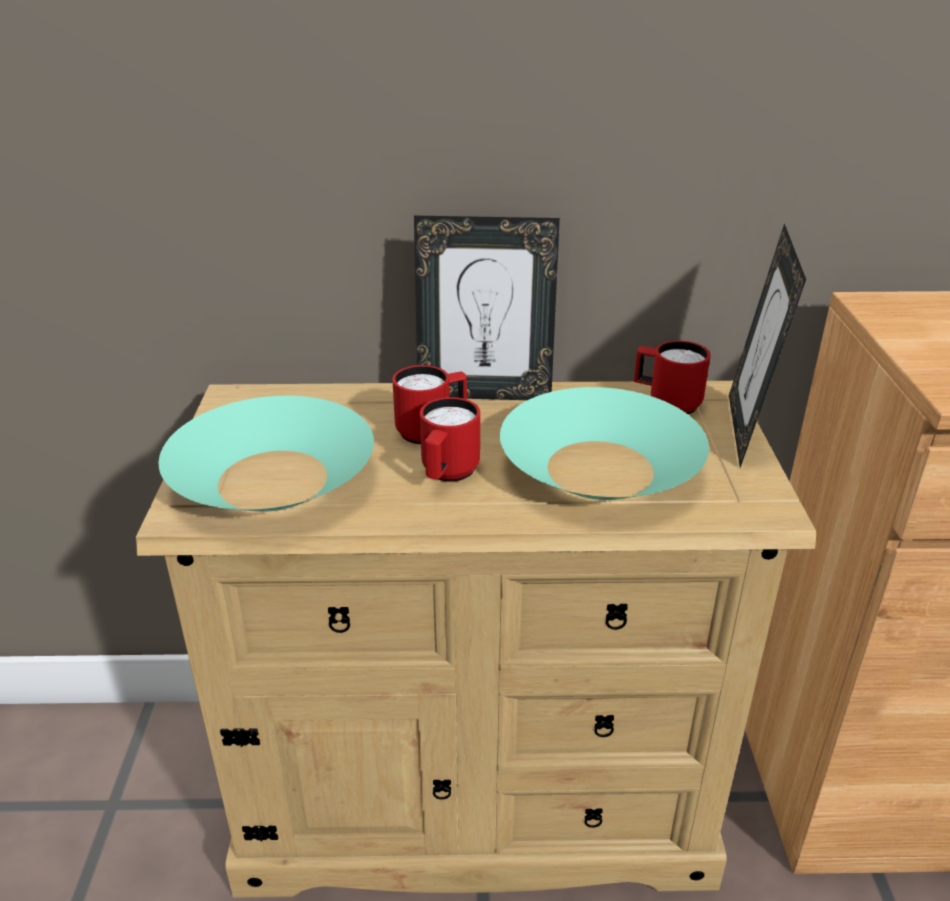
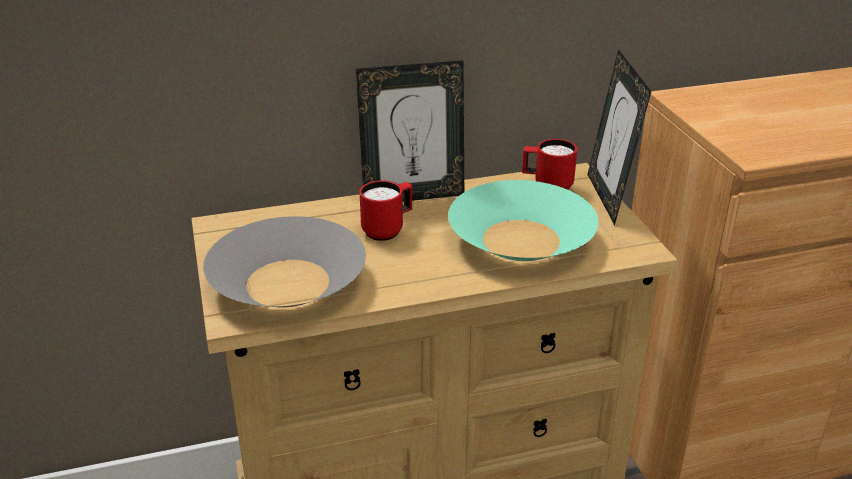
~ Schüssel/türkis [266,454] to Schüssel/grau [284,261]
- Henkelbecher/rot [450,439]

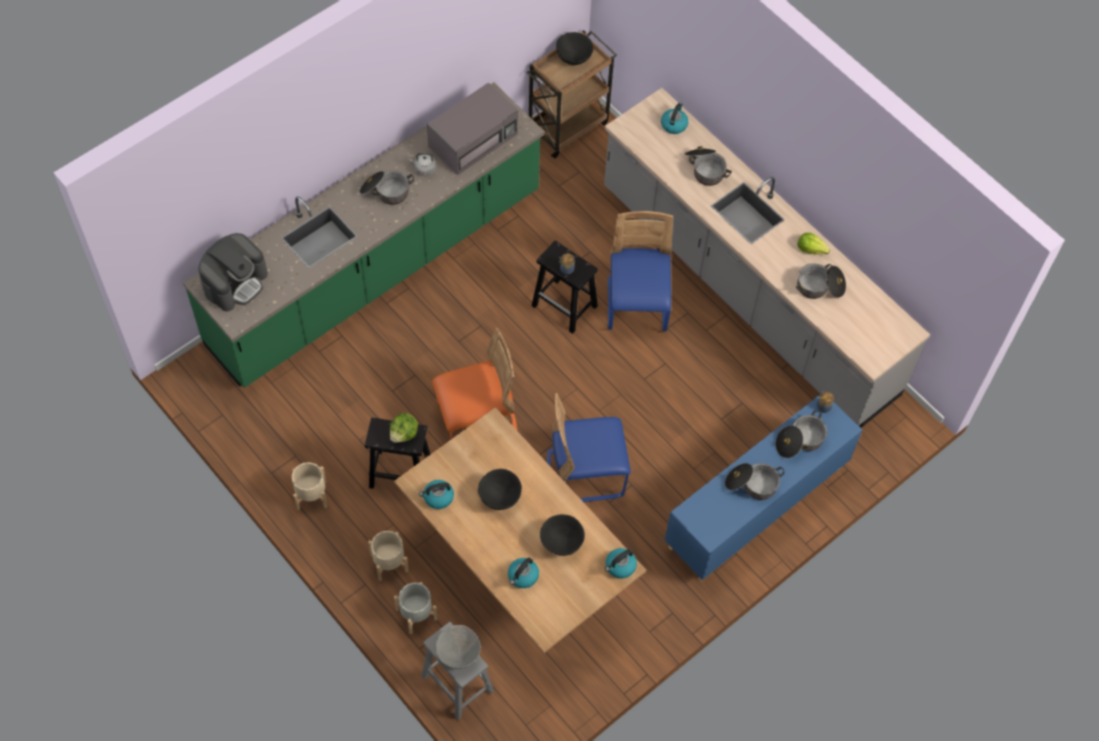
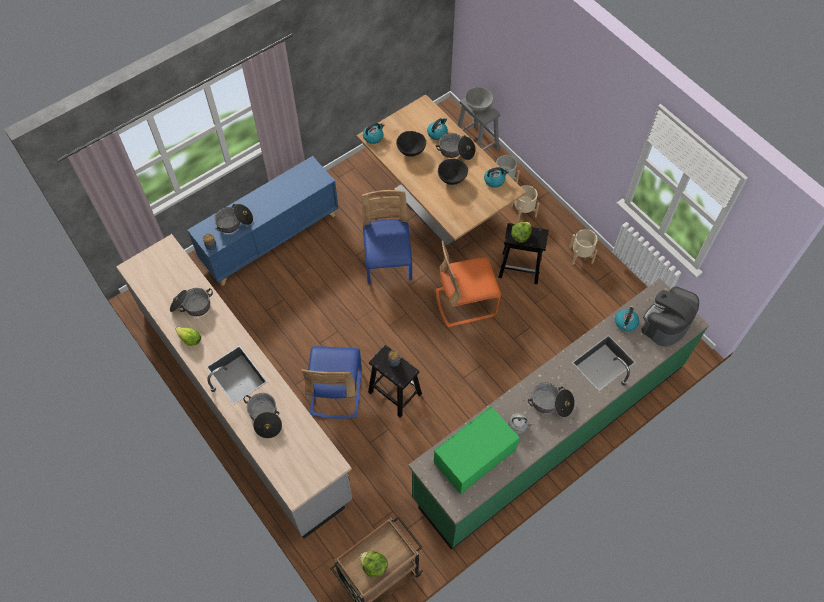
~ Schüssel/schwarz [574,48] to Salatkopf [373,564]
~ Mikrowelle/grau [472,128] to Mikrowelle/grün [477,450]
~ Wasserkessel [674,118] to [627,319]
~ Stuhl/blau [589,447] = [387,237] 90 degrees counterclockwise
~ Kochtopf [755,481] to [456,146]

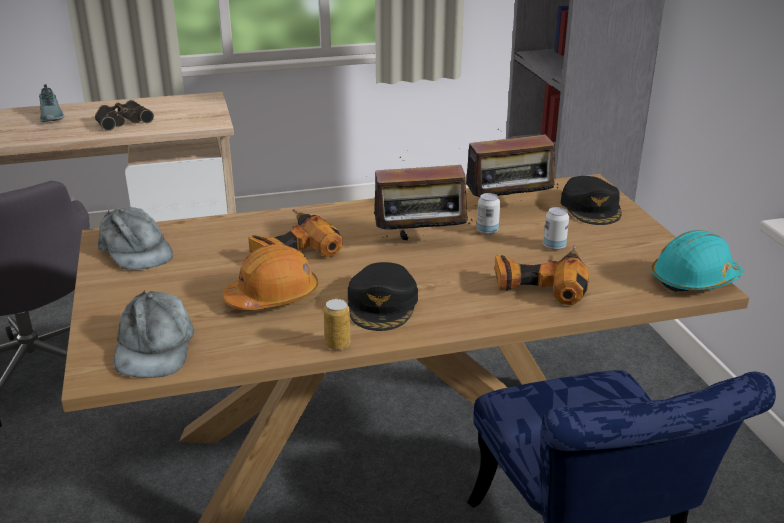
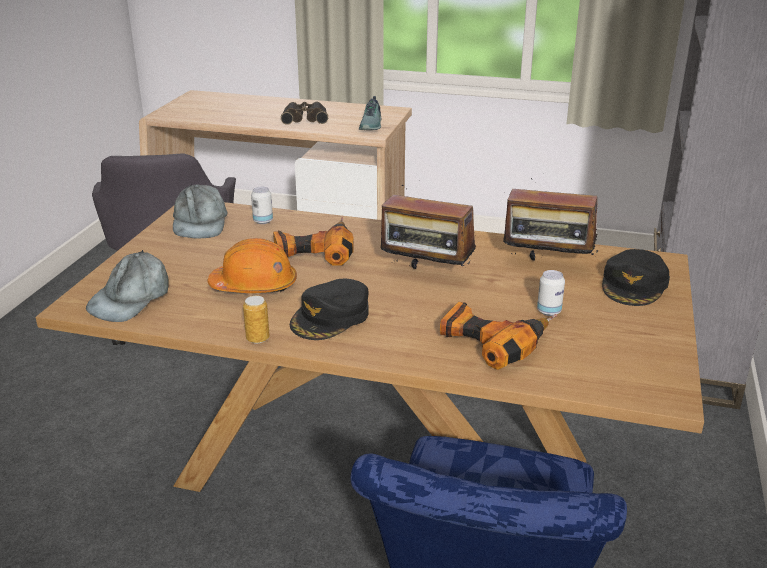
~ Schuh [52,103] to [370,113]
~ Dose [488,214] to [262,205]
- Schutzhelm/türkis [697,261]

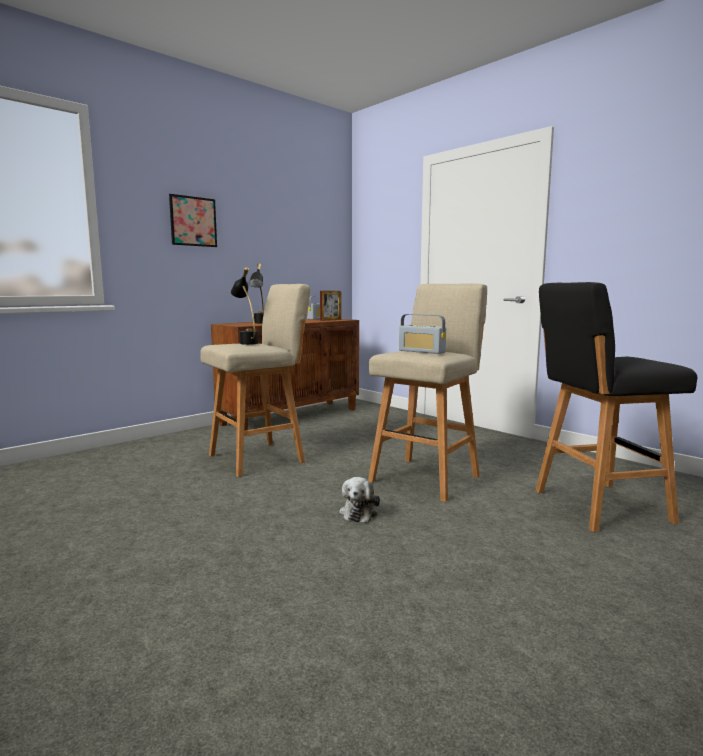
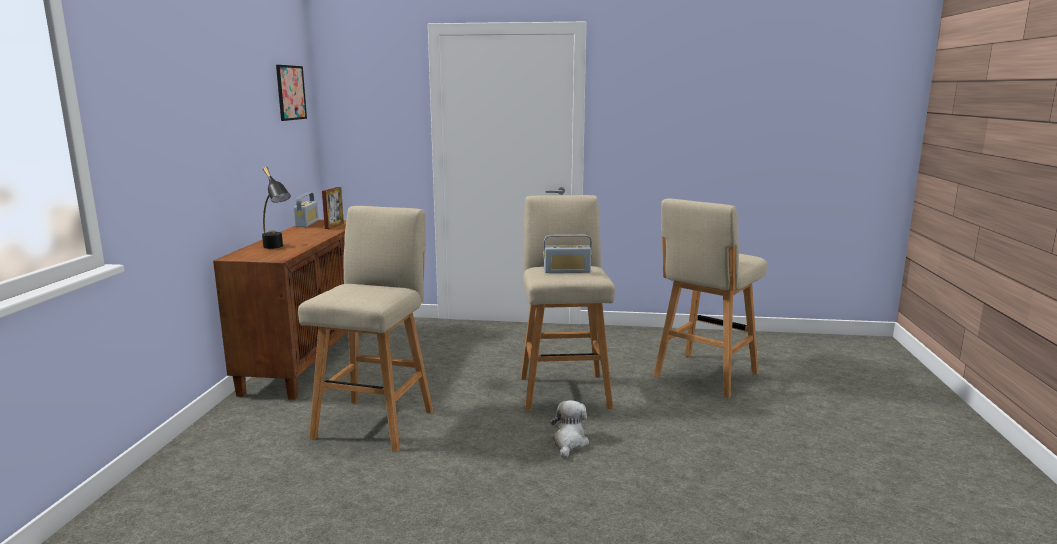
~ Bild [193,220] to [291,93]
- Tischlampe/schwarz [244,306]
~ Hocker/schwarz [616,407] to Hocker/beige [710,298]
~ Plüschtier [359,500] = [569,429] 135 degrees counterclockwise

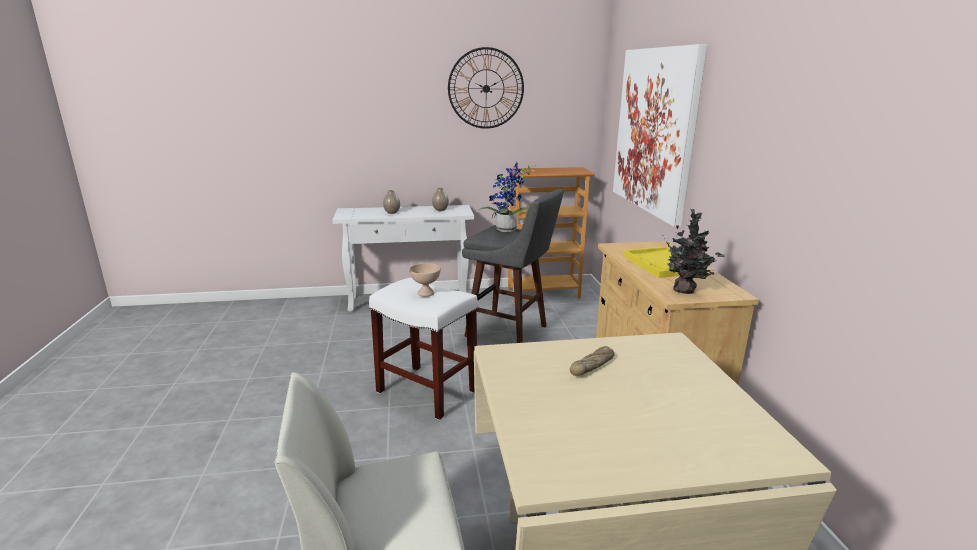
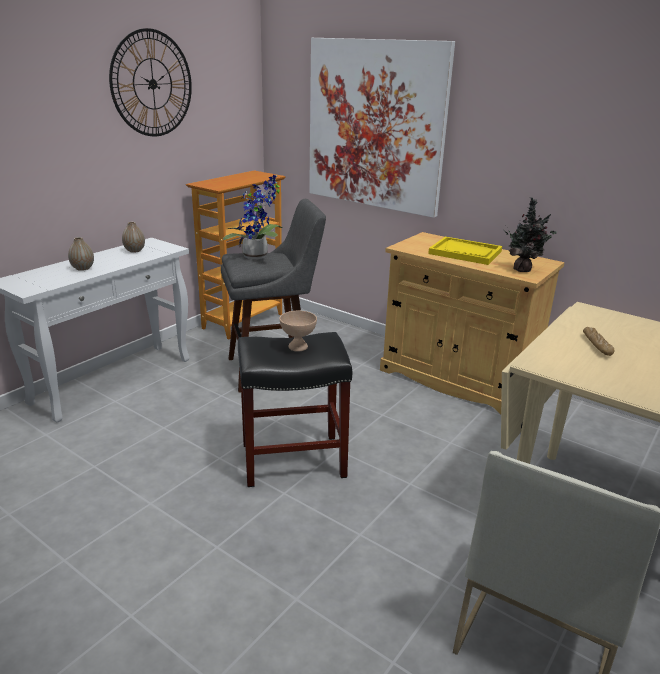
~ Hocker/weiß [423,348] to Hocker/schwarz [295,409]

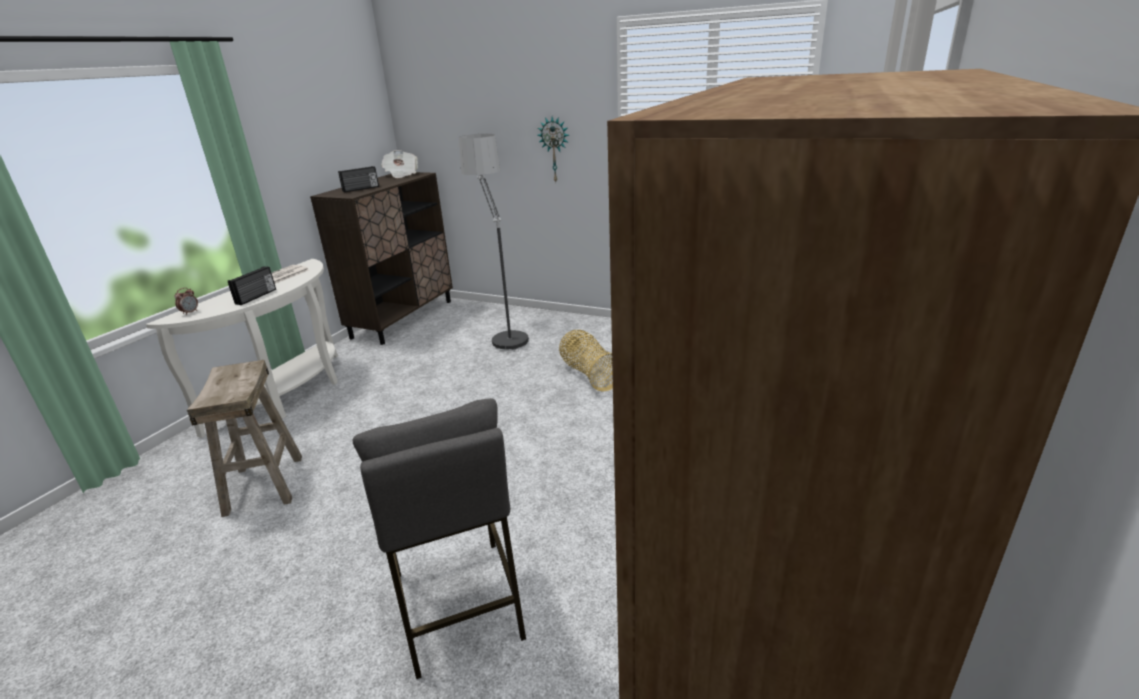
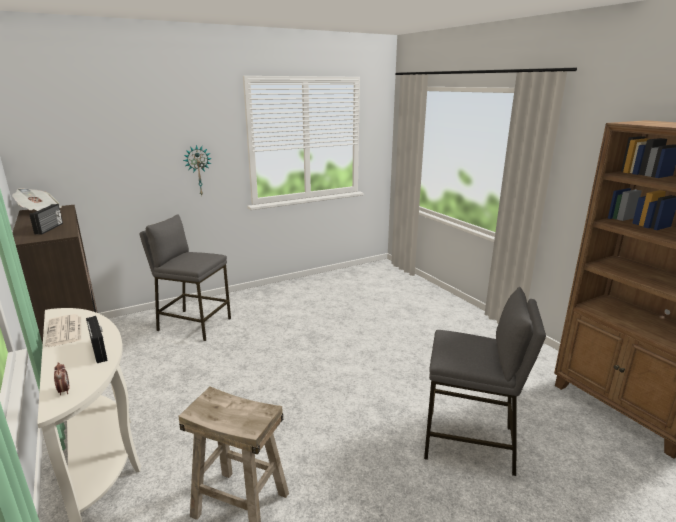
~ Stehlampe [494,243] to Hocker/grau [185,277]
- Korb [586,361]

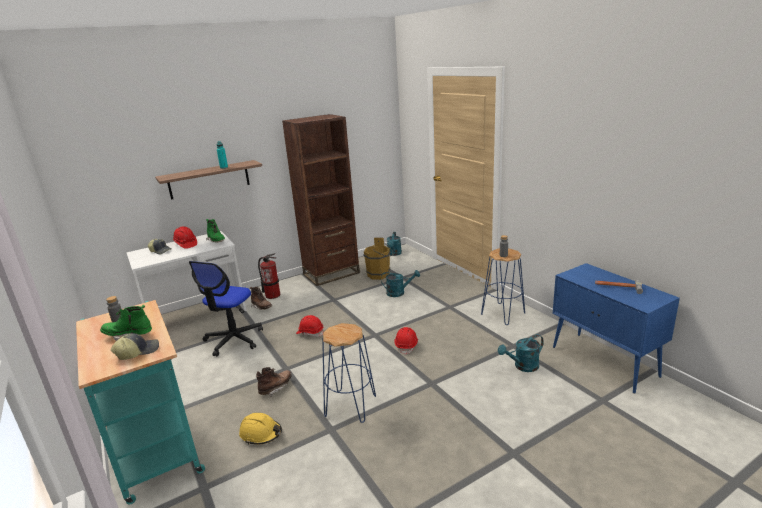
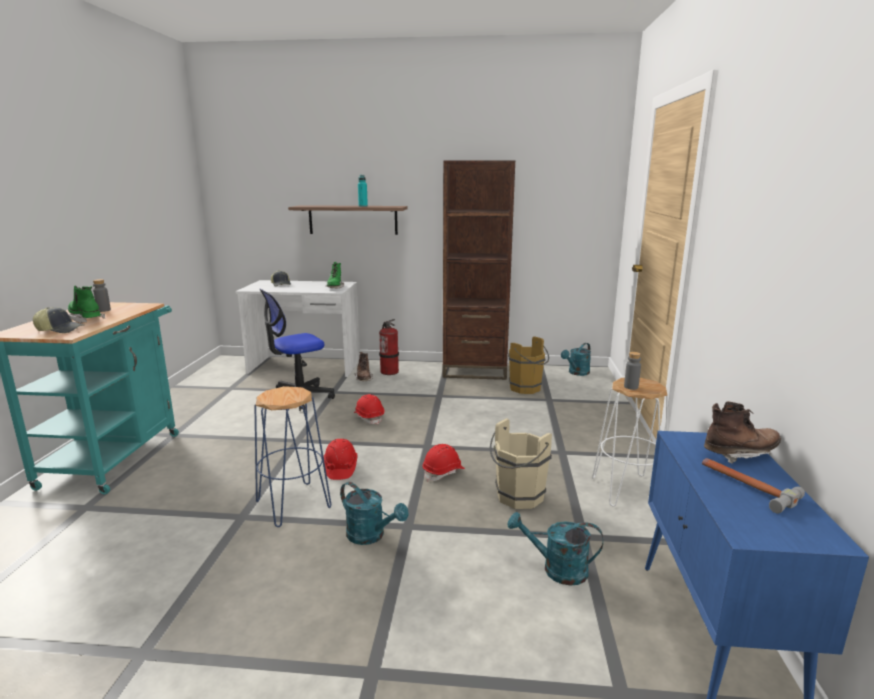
~ Schutzhelm/rot [185,237] to [340,459]
~ Hocker/blau [503,286] to Hocker/weiß [630,442]
~ Gießkanne/türkis [400,283] to [374,513]
~ Stiefel/braun [274,382] to [742,432]
- Schutzhelm/gelb [260,428]
+ Eimer/beige [521,463]

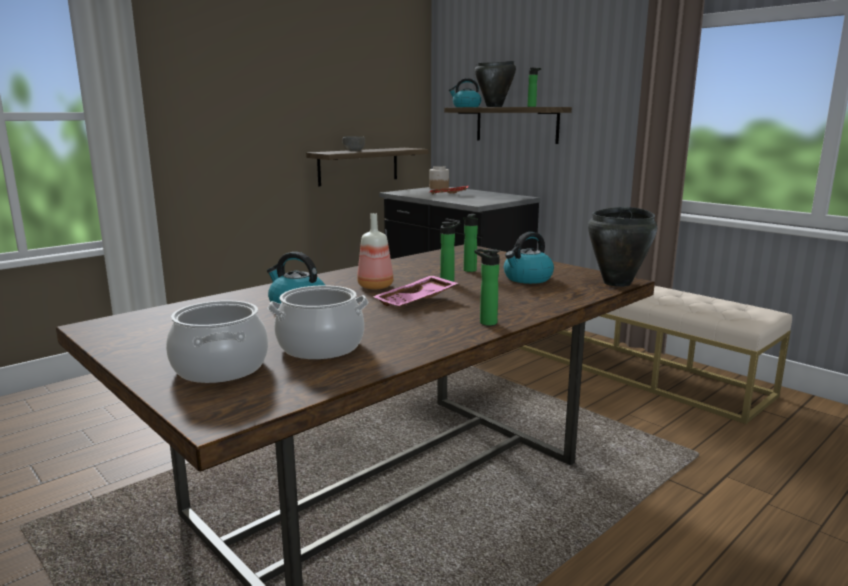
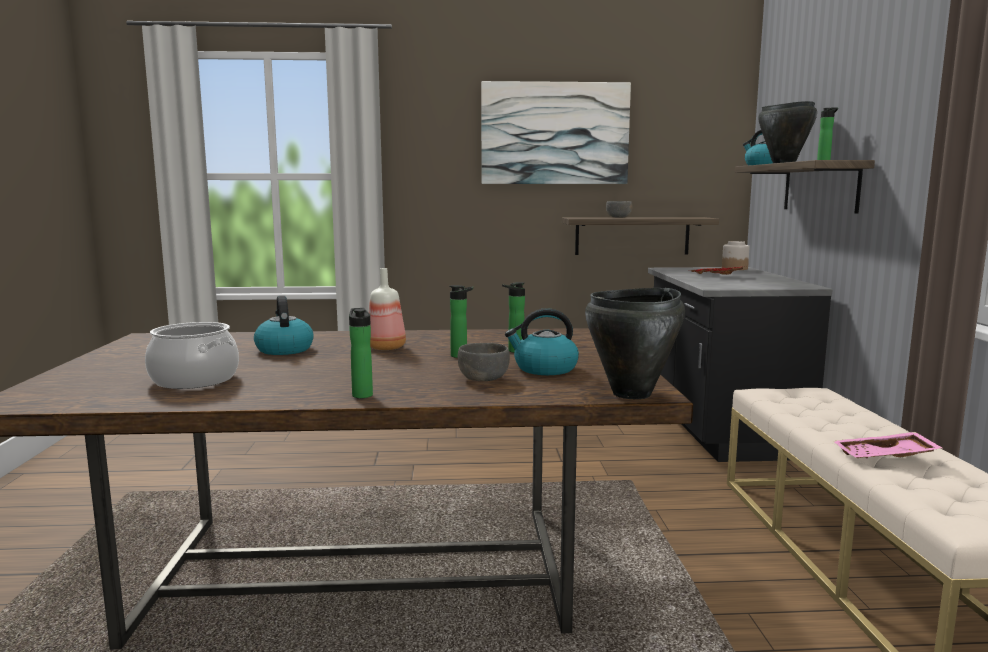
~ Tablett/rosa [415,290] to [887,445]
- Kochtopf [217,341]
+ Bild [556,132]
+ Schüssel/grau [484,362]

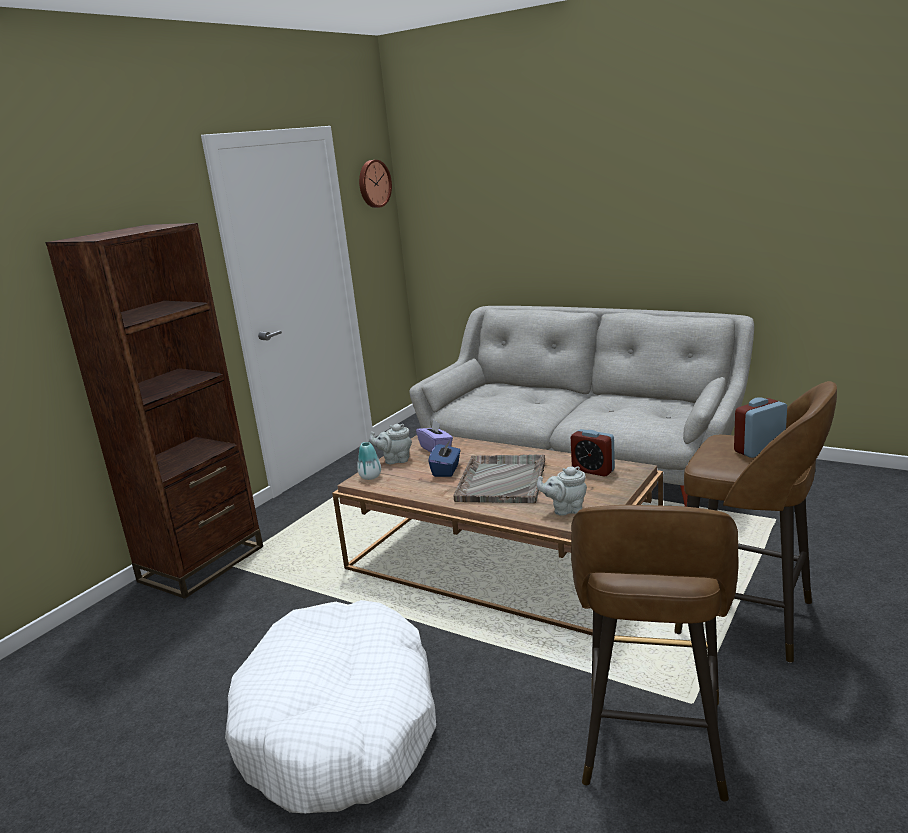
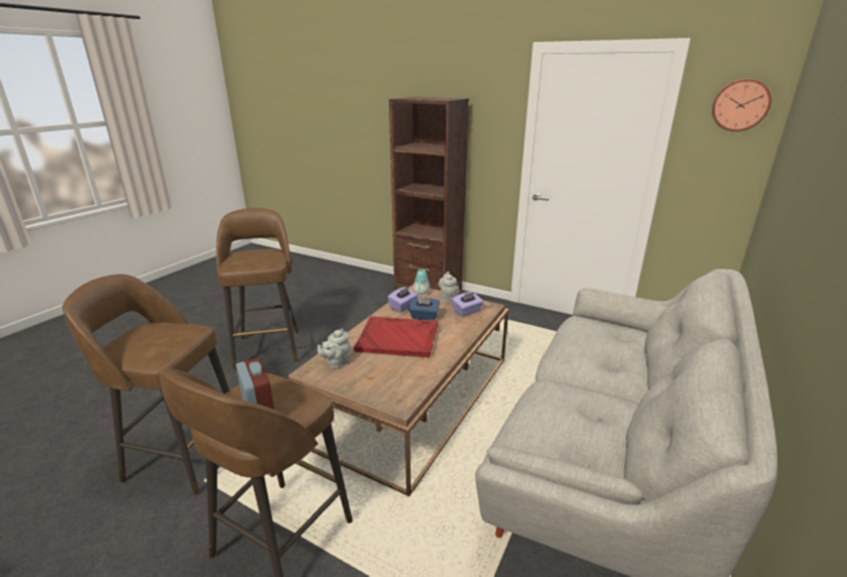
- Wecker [593,453]
~ Tablett/grau [499,478] to Tablett/rot [395,336]
~ Teekanne/grau [562,491] = [333,348] 135 degrees counterclockwise
~ Hundebett/weiß [330,706] to Hocker/braun [257,289]
+ Taschentuchbox/lila [402,299]

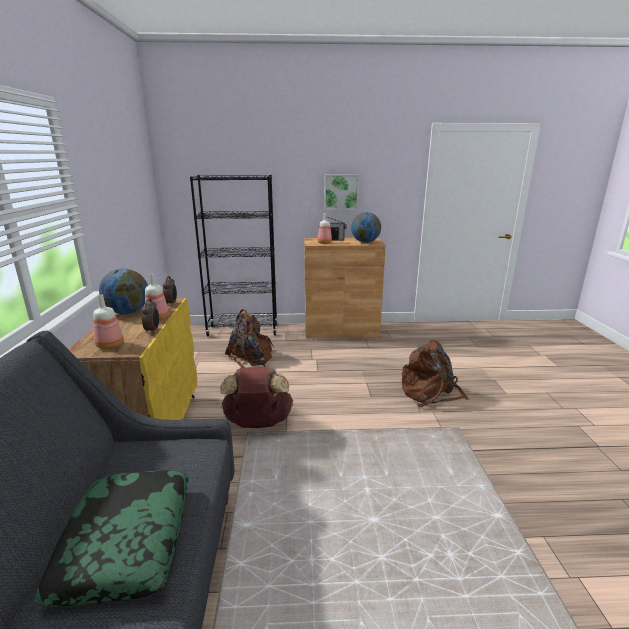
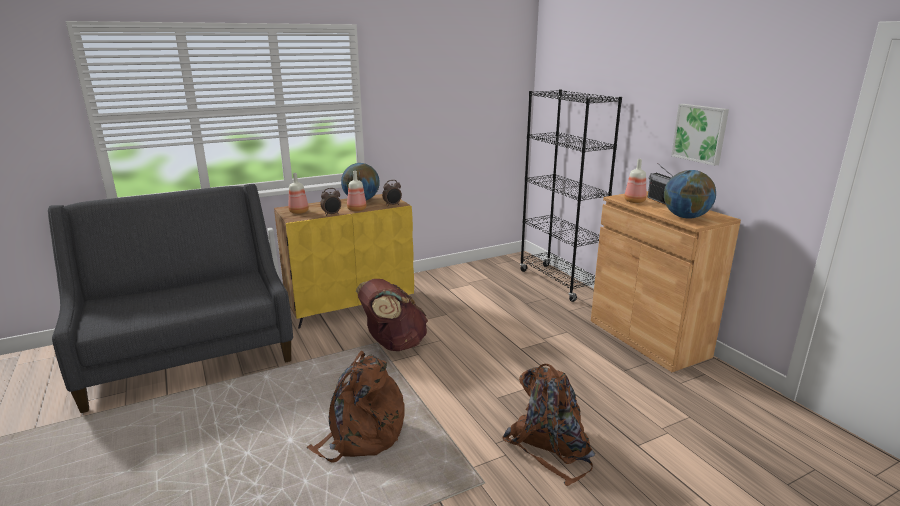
~ Rucksack/braun [249,338] to [356,407]
- Kissen [111,538]

